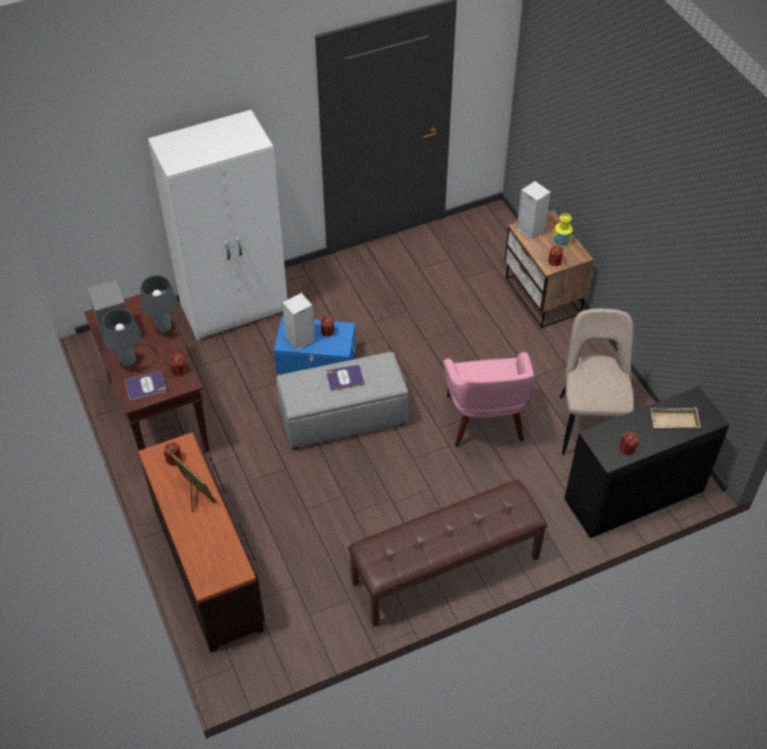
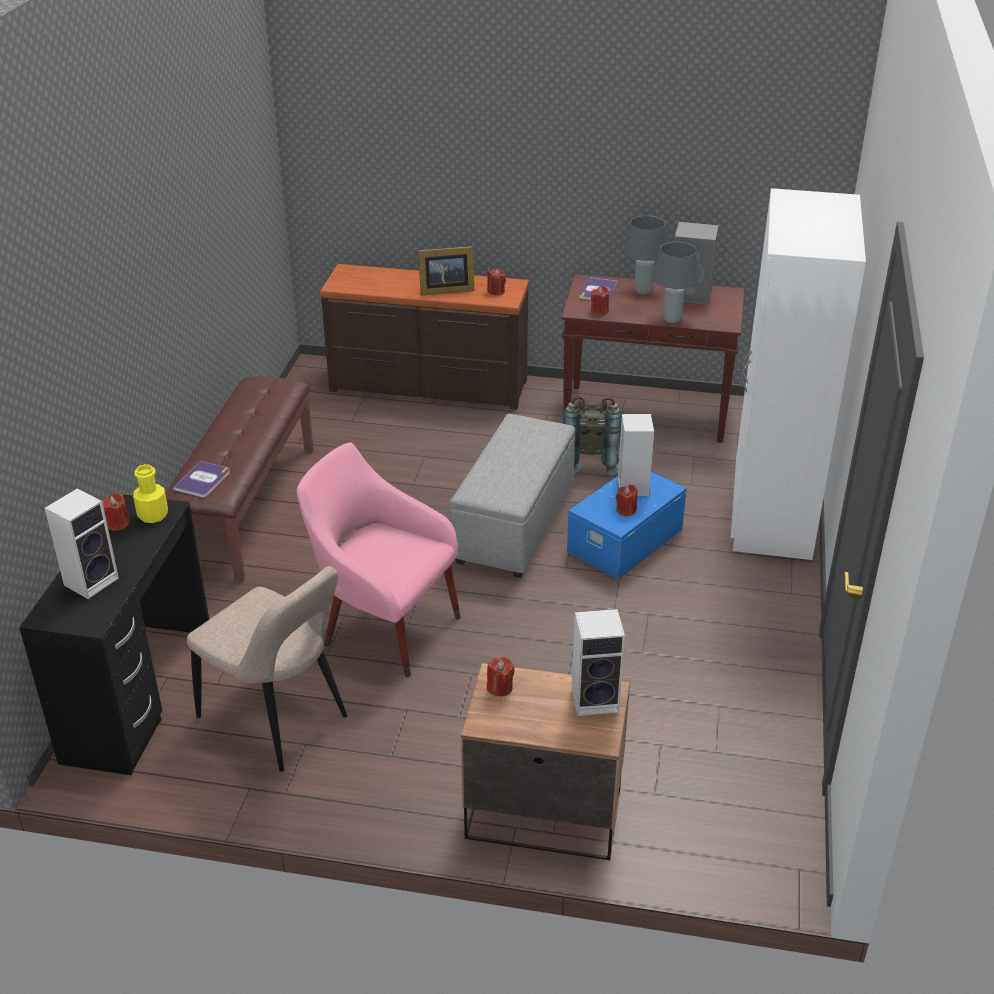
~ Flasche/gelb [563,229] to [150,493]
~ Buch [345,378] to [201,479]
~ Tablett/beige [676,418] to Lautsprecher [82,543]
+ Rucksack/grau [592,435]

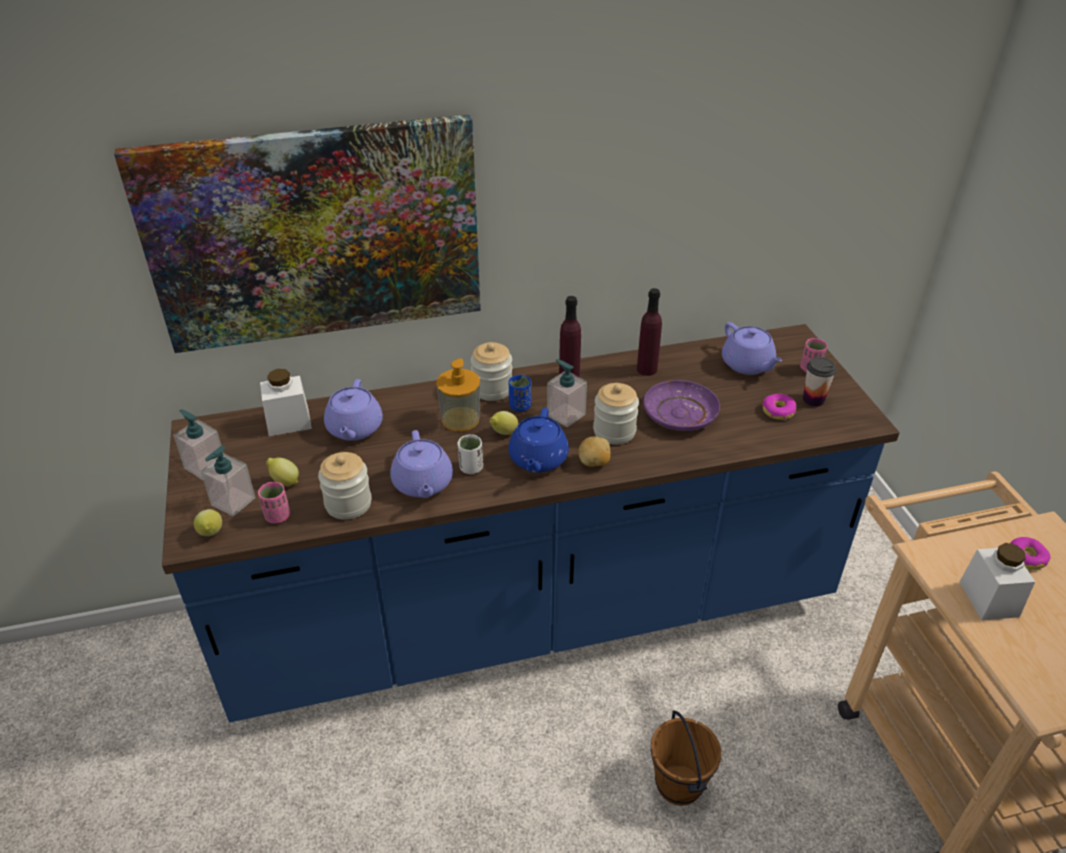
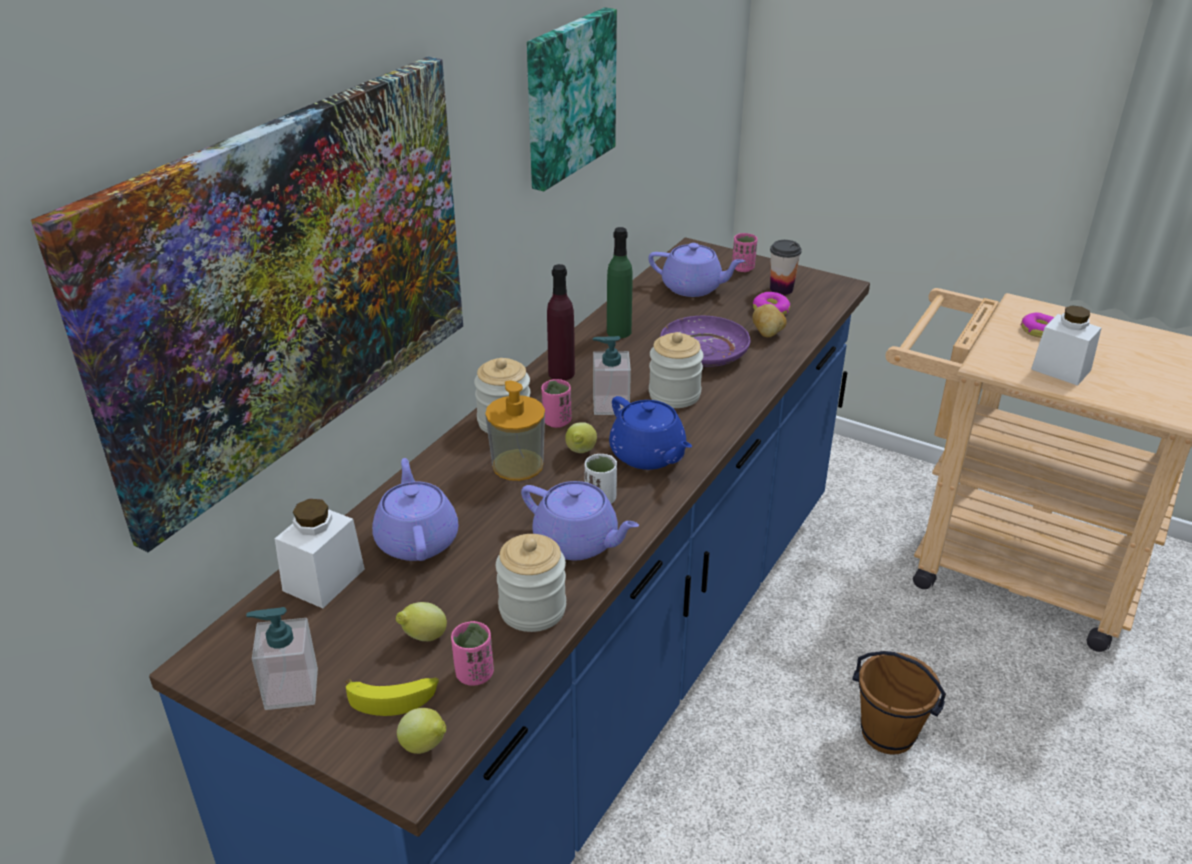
~ Flasche/lila [649,332] to Flasche/grün [620,282]
~ Tasse/blau [520,393] to Tasse/rosa [556,403]
~ Teekanne/lila [353,410] = [415,509] 150 degrees counterclockwise
~ Kartoffel [594,451] to [769,320]
~ Seifenspender [228,481] to Banane [392,697]
+ Bild [572,99]

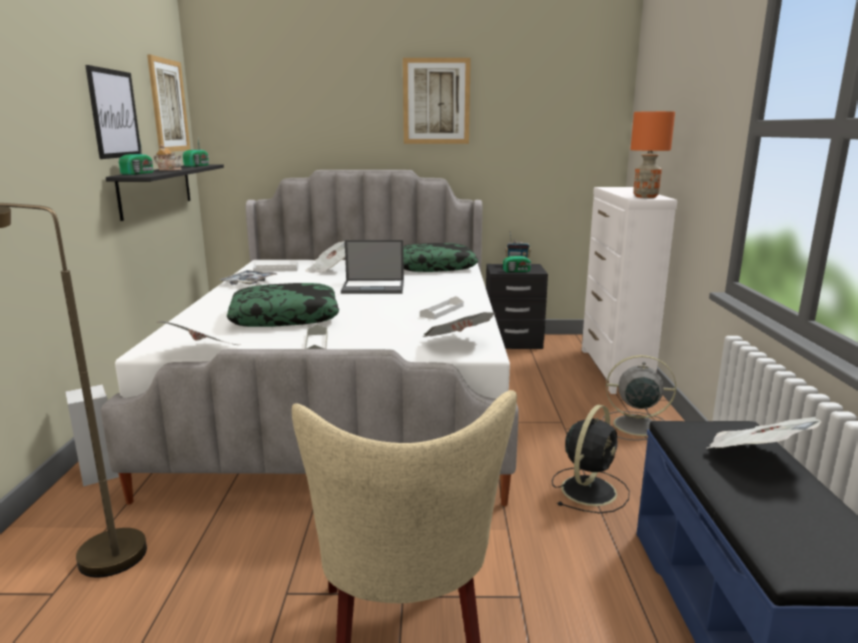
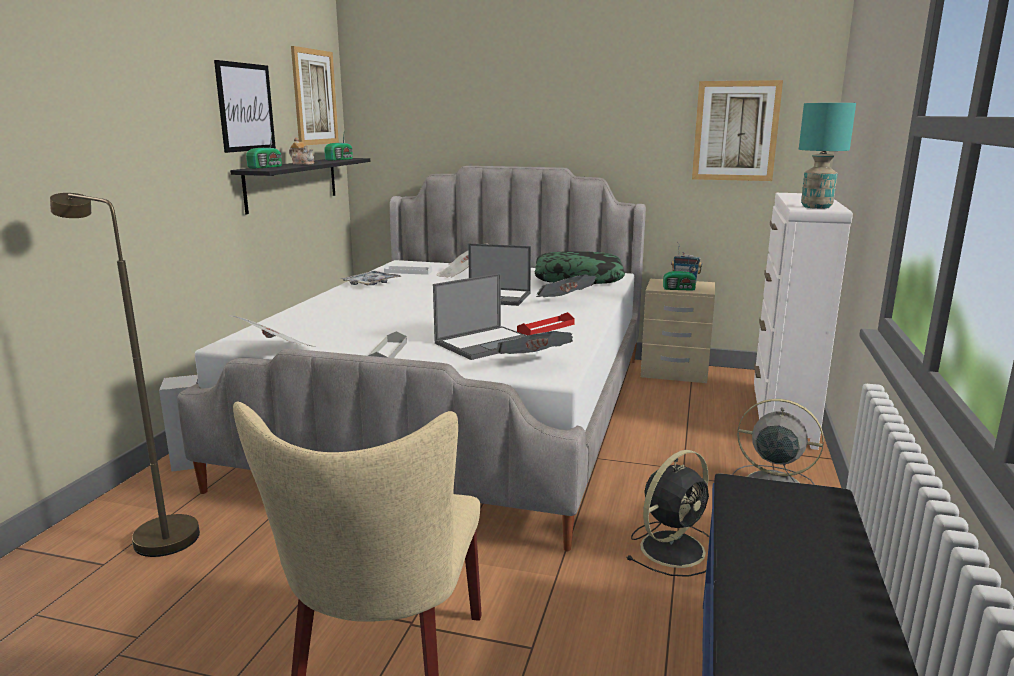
~ Bild [437,101] to [737,130]
~ Tischlampe/orange [652,154] to Tischlampe/türkis [827,156]
~ Nachttisch/schwarz [517,306] to Nachttisch/beige [678,331]
- Kissen [283,305]
~ Tablett/weiß [442,308] to Tablett/rot [546,323]
~ Zeitung [763,433] to [566,286]
+ Laptop [480,316]

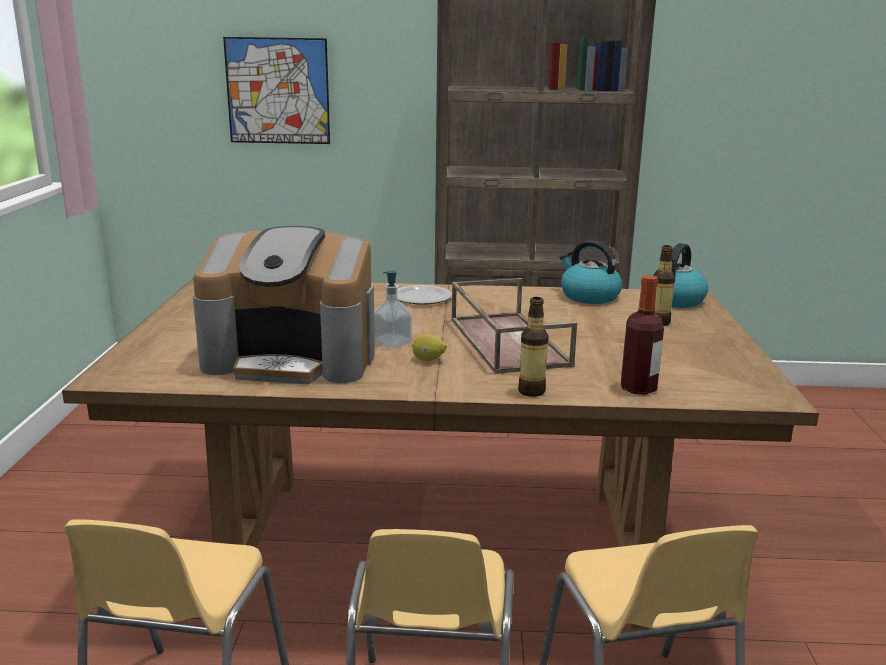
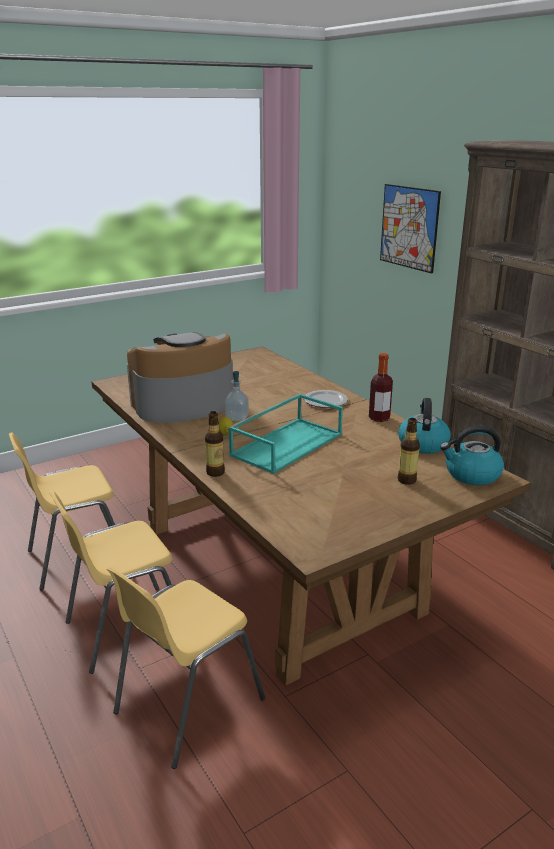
~ Kaffeemaschine [284,305] = [180,377] 90 degrees clockwise
~ Flasche [642,335] to [381,387]
~ Tablett/braun [514,326] to Tablett/türkis [285,434]

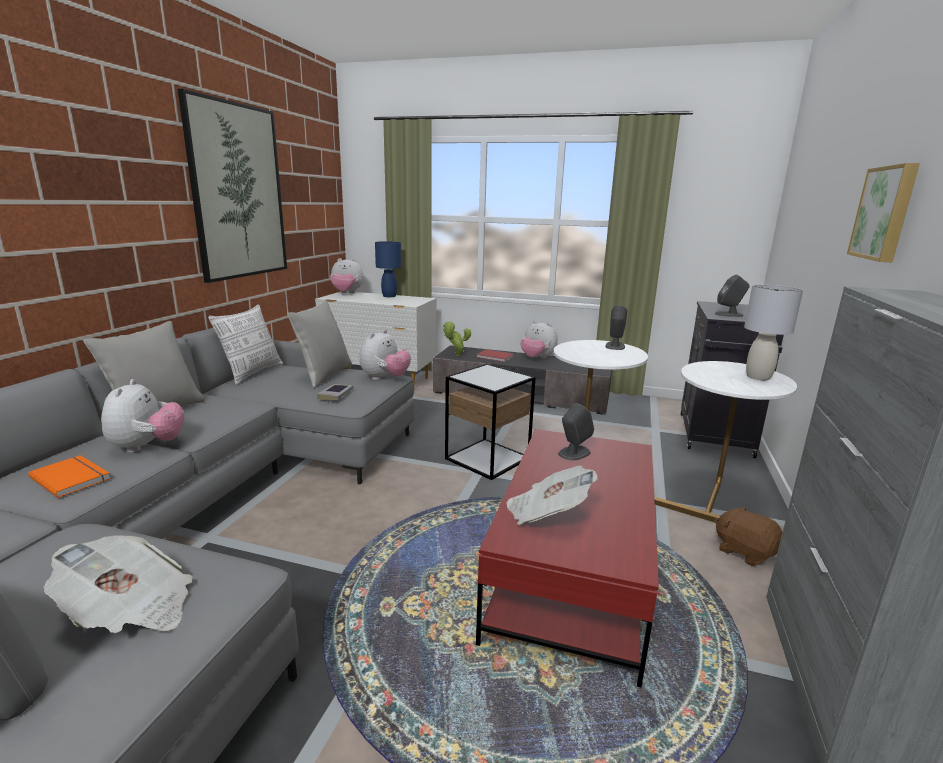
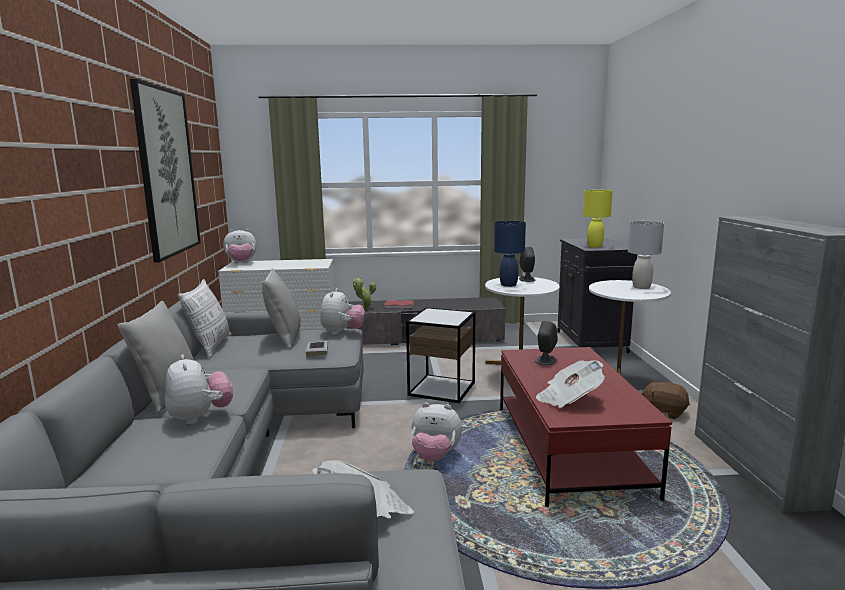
- Bild [883,212]
~ Tischlampe/blau [388,269] to [510,254]
~ Lautsprecher/grau [732,296] to Tischlampe/gelb [597,218]
~ Plüschtier [539,340] to [436,432]
- Buch/orange [69,476]

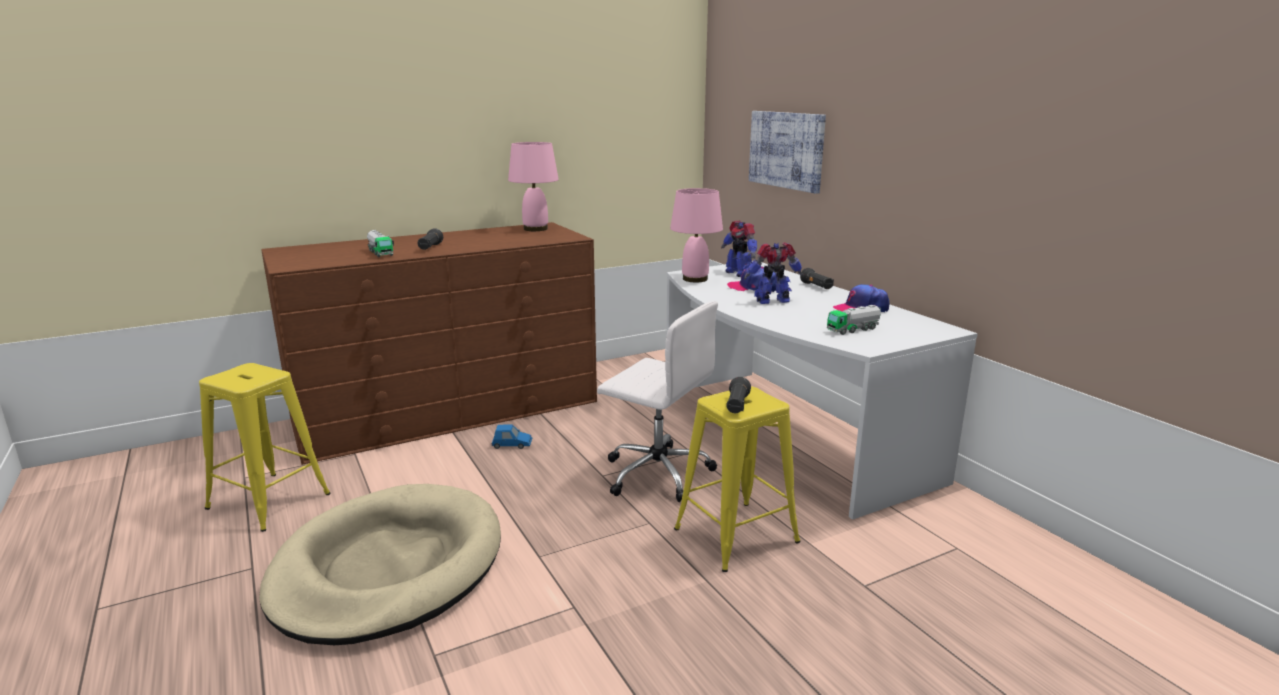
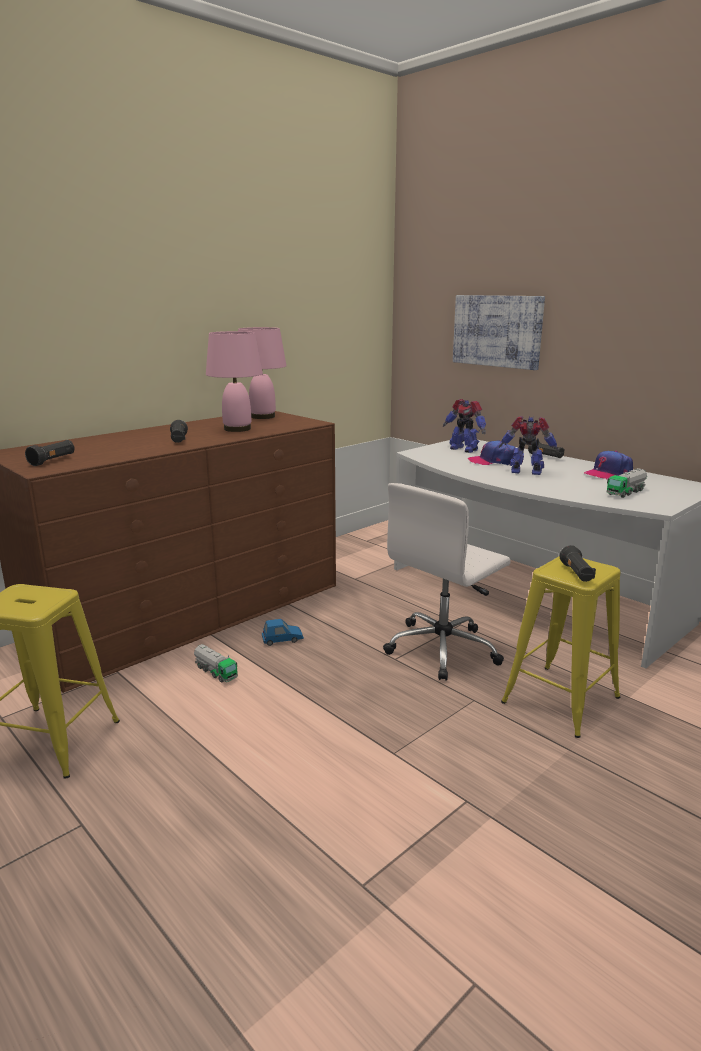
~ Tischlampe/rosa [696,235] to [234,381]
~ Spielzeuglaster [380,243] to [216,663]
~ Spielzeugroboter [773,273] = [528,445] 45 degrees clockwise
~ Bürostuhl/weiß [657,401] = [447,582] 120 degrees clockwise
- Hundebett/beige [380,564]
+ Taschenlampe/schwarz [50,453]

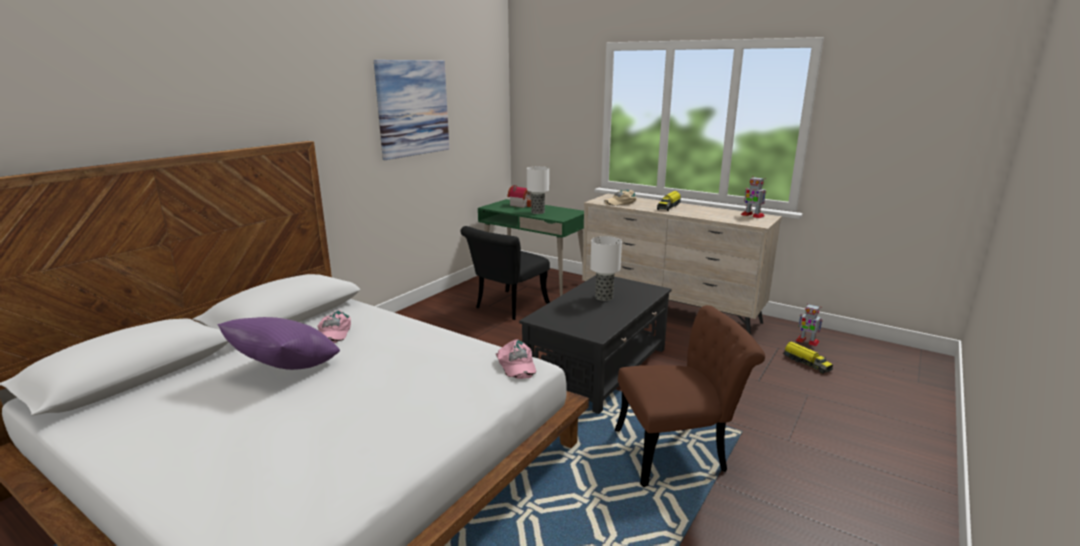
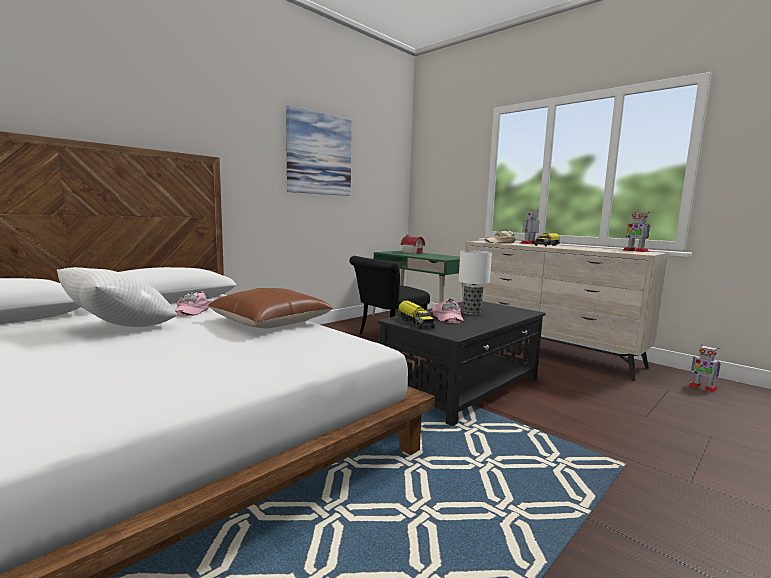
- Tischlampe [538,190]
- Stuhl/braun [690,396]
~ Kissen/lila [279,343] to Kissen/weiß [117,297]
~ Kappe/rosa [516,359] to [447,311]
~ Spielzeuglaster [808,357] to [416,314]
+ Spielzeugroboter [529,227]
+ Kissen/braun [270,308]

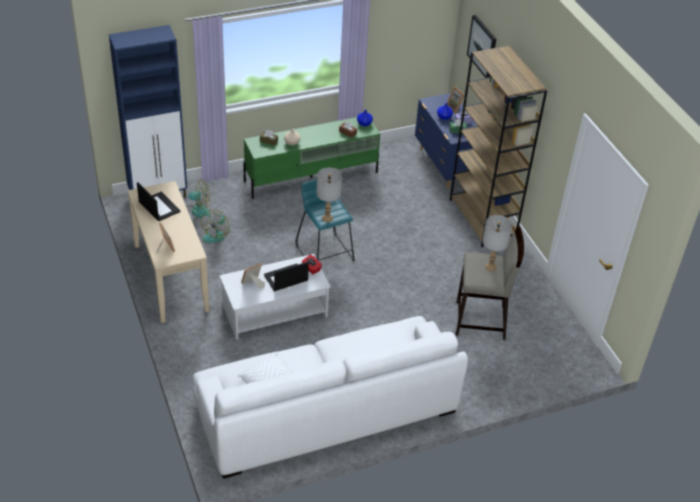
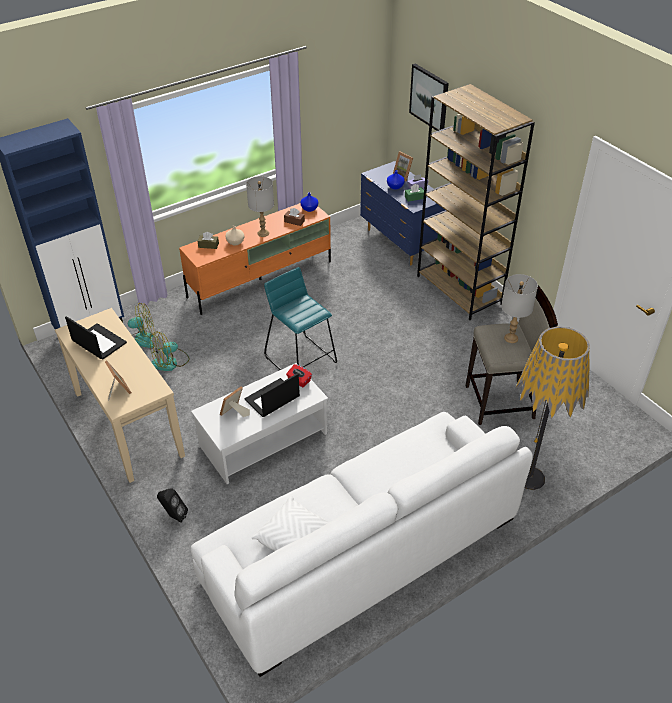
~ Fernsehschrank/grün [311,158] to Fernsehschrank/orange [255,259]
~ Tischlampe/grau [329,195] to [260,206]
~ Ventilator [215,226] = [170,351] 45 degrees clockwise
+ Stehlampe [553,408]
+ Lautsprecher/schwarz [172,505]

